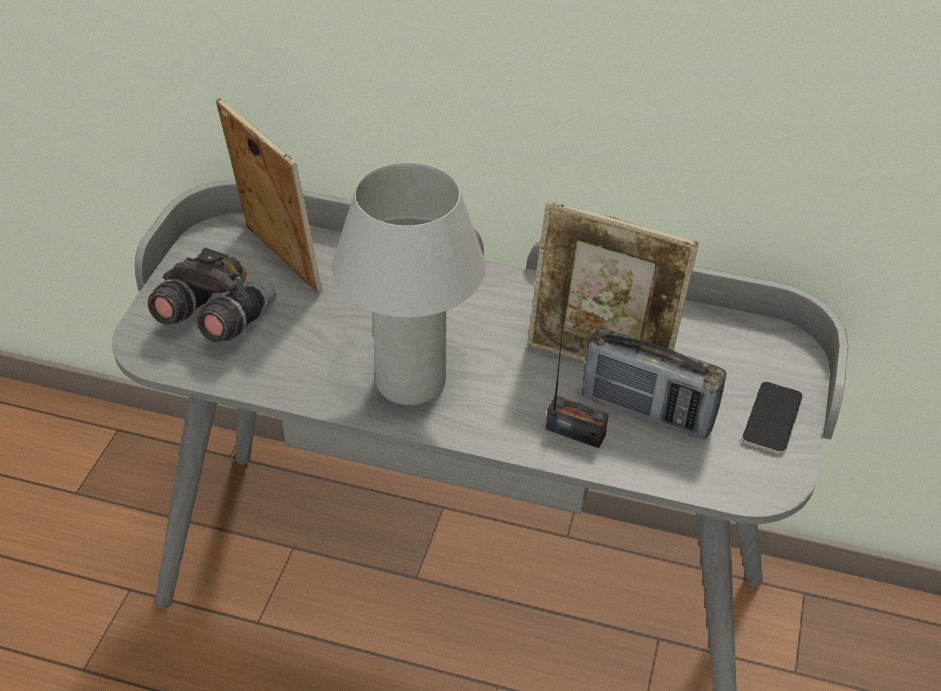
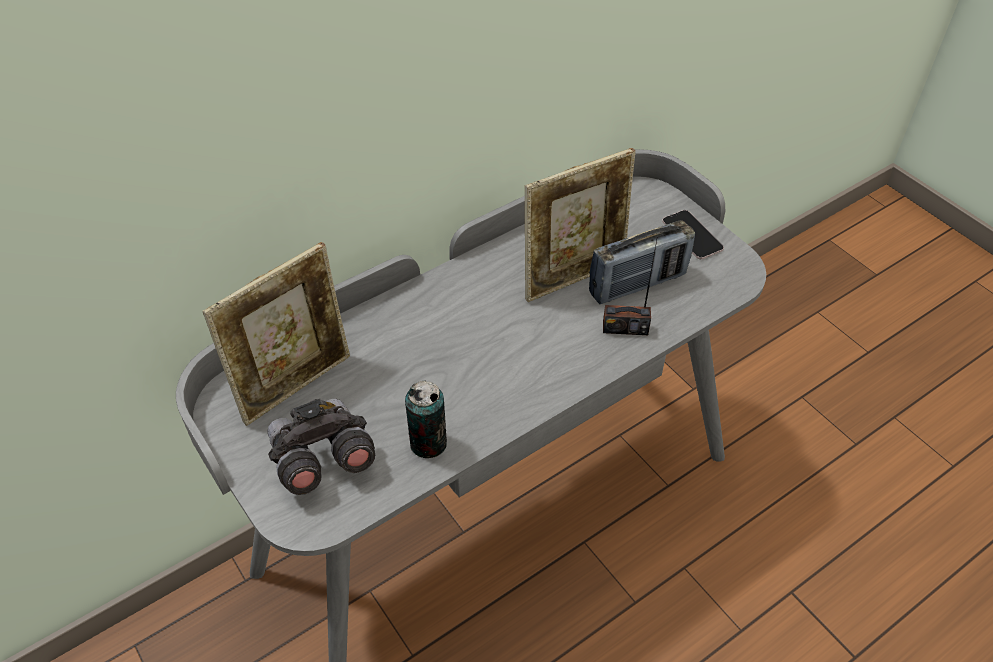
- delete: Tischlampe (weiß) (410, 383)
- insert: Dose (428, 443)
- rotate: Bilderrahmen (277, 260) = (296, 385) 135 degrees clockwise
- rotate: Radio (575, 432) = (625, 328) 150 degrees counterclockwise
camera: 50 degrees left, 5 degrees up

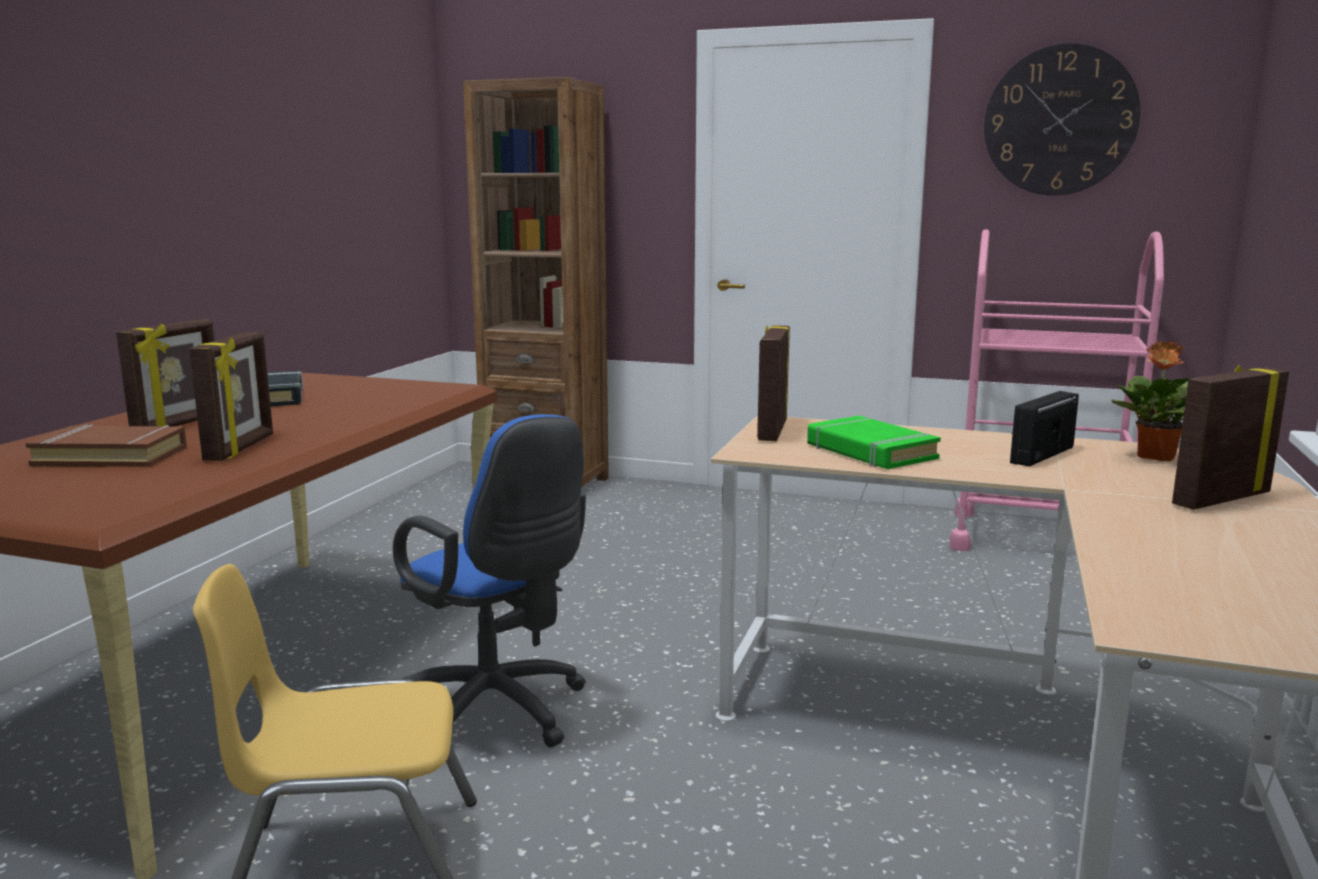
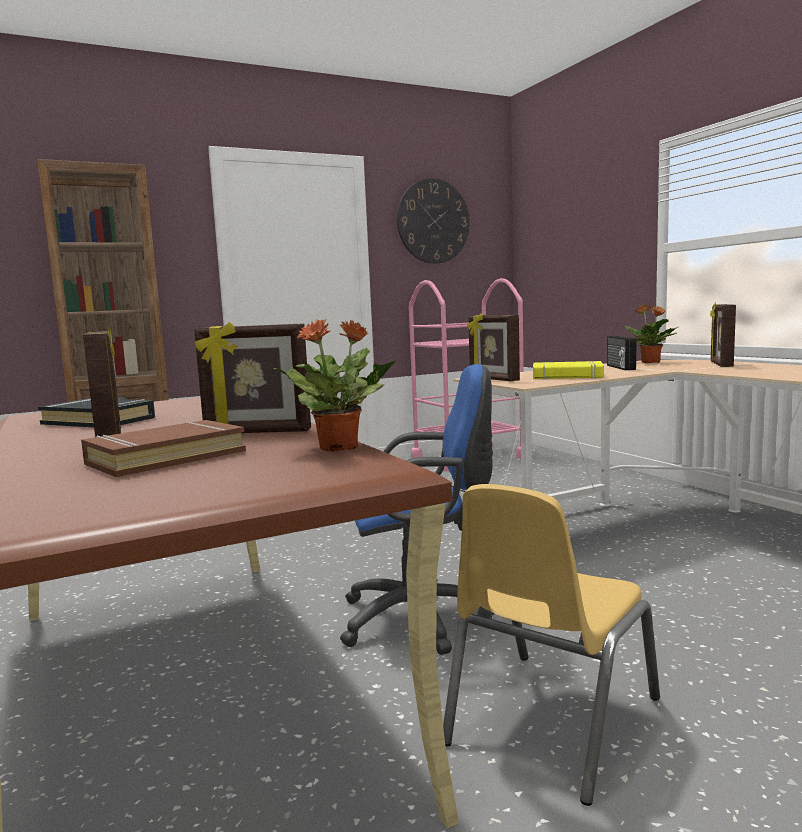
- insert: Topfpflanze (340, 447)
- recolor: Buch (grün) (870, 452) to Buch (gelb) (567, 376)
- rotate: Bilderrahmen (241, 448) = (257, 433) 135 degrees clockwise
camera: 45 degrees left, 5 degrees down

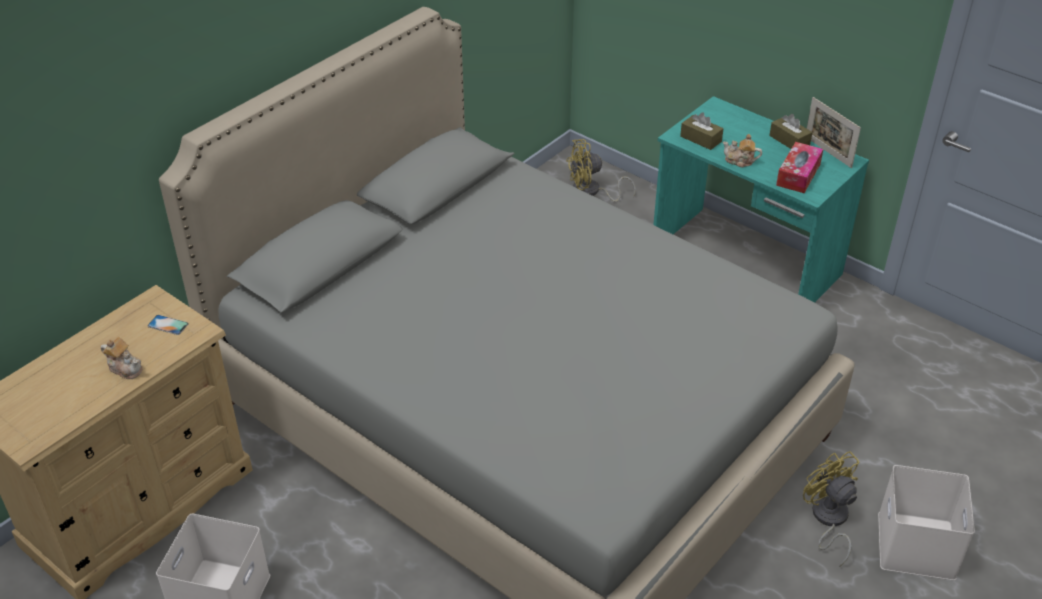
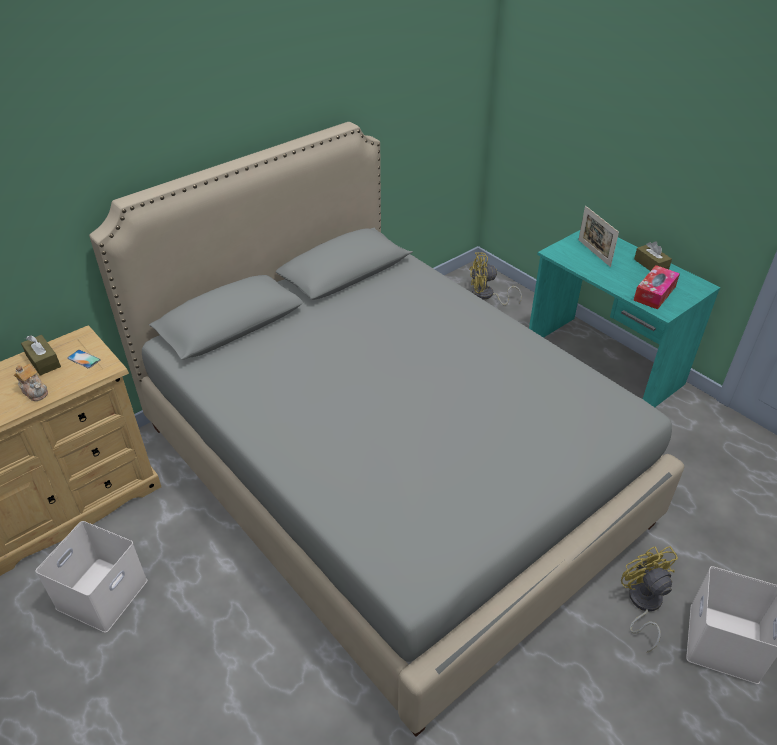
- delete: Teekanne (740, 161)
- move: Taschentuchbox (braun) (700, 139) to (43, 361)
- move: Bilderrahmen (828, 152) to (594, 253)
camera: 10 degrees right, 0 degrees up

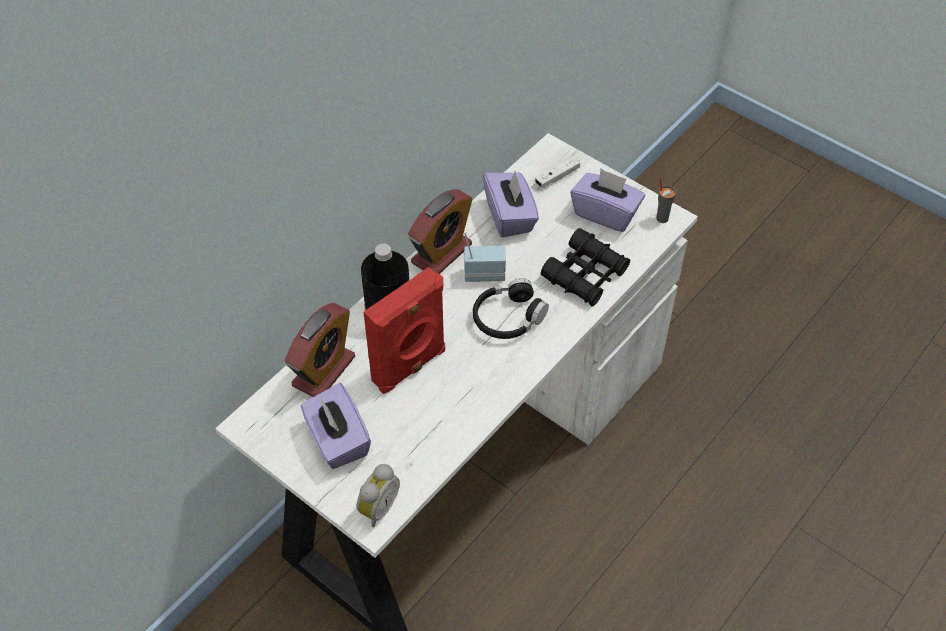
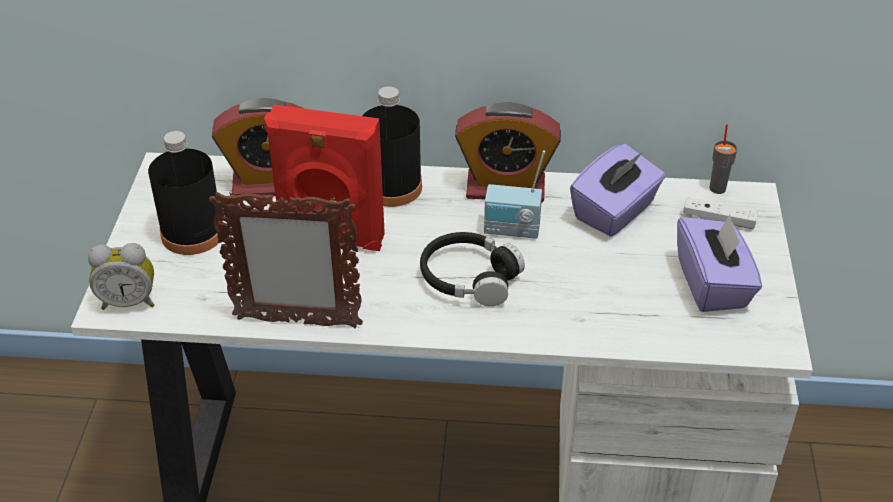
- delete: Fernglas (schwarz) (585, 274)
- insert: Bilderrahmen (296, 322)
- move: Tasse (grau) (662, 218) to (717, 188)
- replace: Taschentuchbox (lila) (337, 440) to Flasche (schwarz) (192, 233)
- rotate: Radio (484, 274) = (512, 231) 135 degrees clockwise
camera: 55 degrees right, 10 degrees down

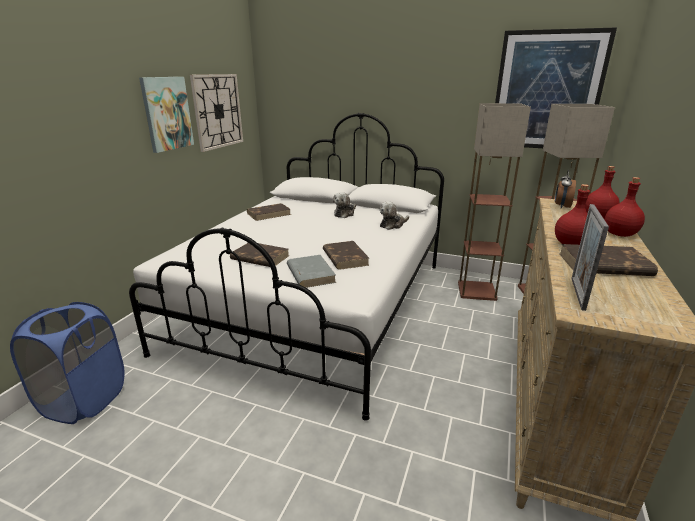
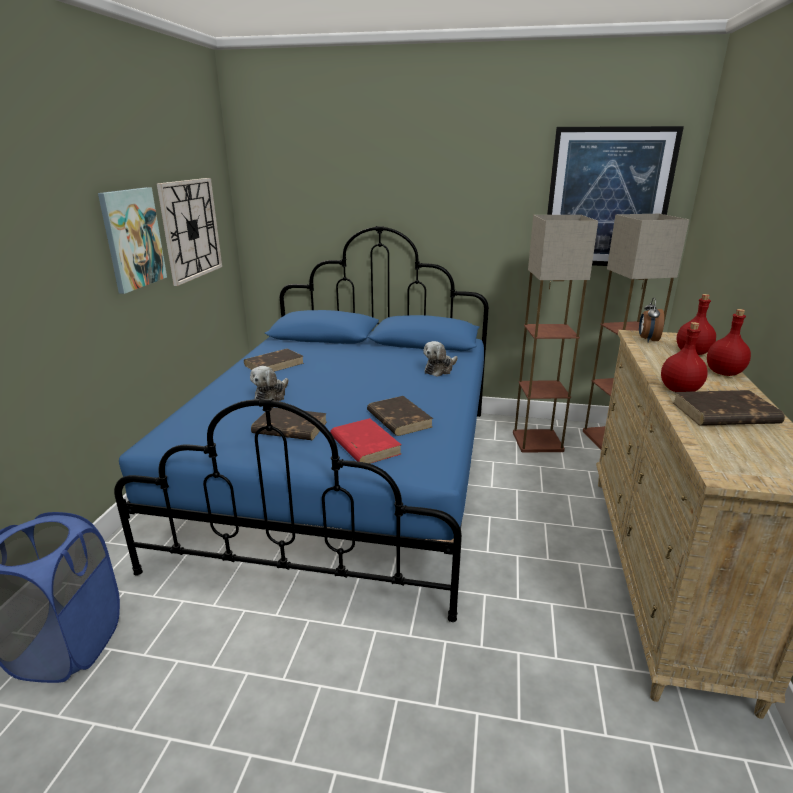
- delete: Bilderrahmen (578, 293)
- move: Plüschtier (345, 213) to (271, 396)
- recolor: Bett (weiß) (317, 304) to Bett (blau) (348, 477)
- recolor: Buch (grau) (310, 274) to Buch (rot) (364, 445)
camera: 10 degrees left, 0 degrees up

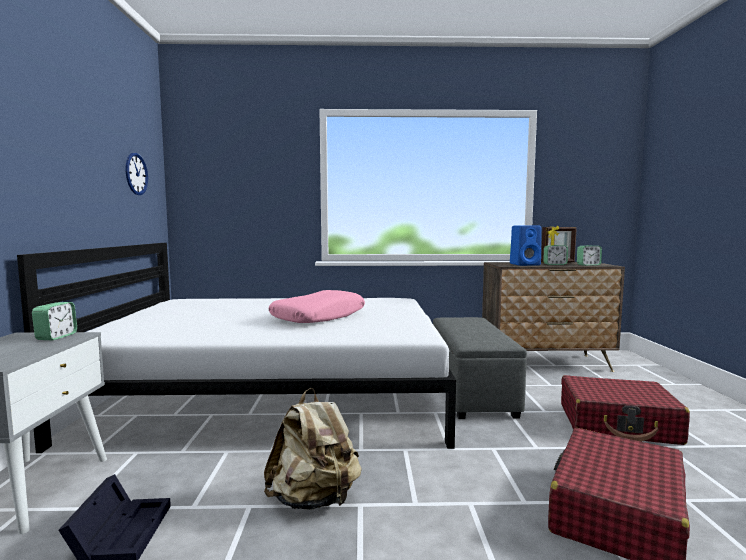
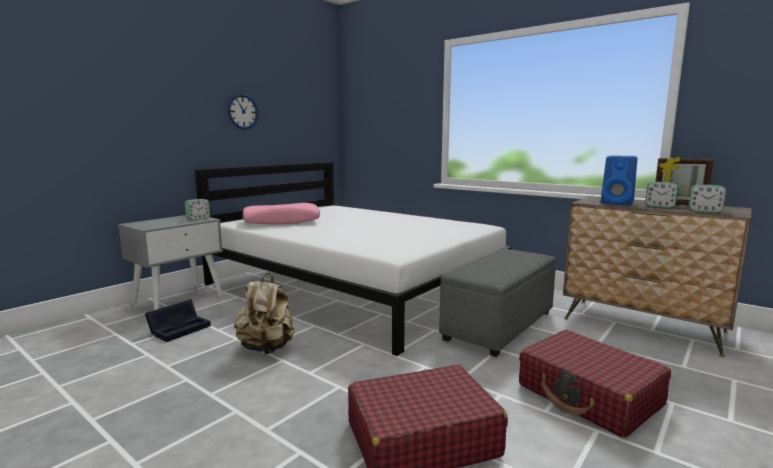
- move: Wanduhr (136, 174) to (243, 111)
- move: Kissen (rosa) (319, 317) to (282, 222)
camera: 40 degrees right, 5 degrees up

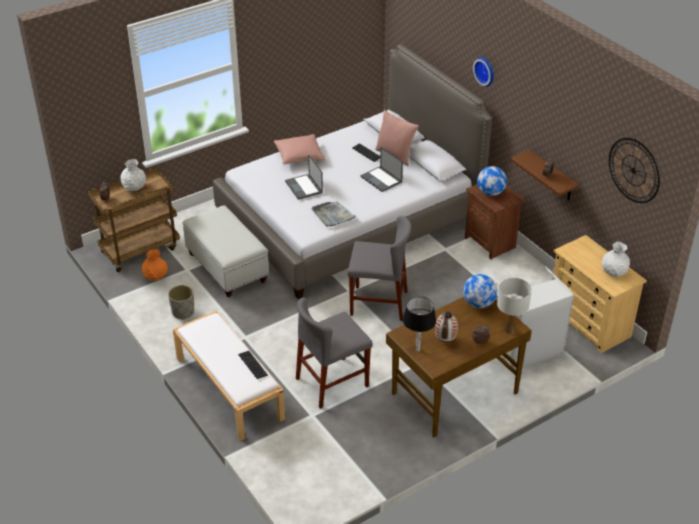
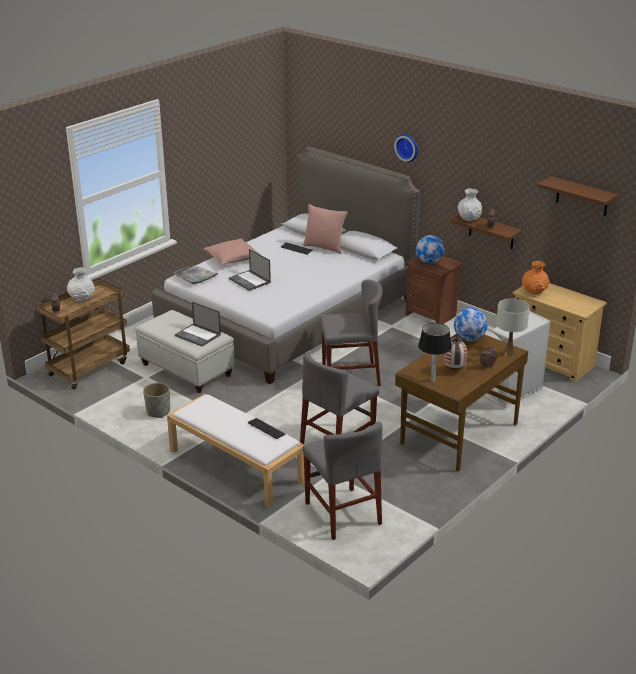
- insert: Stuhl (grau) (342, 513)
- move: Vase (orange) (155, 276) to (534, 291)
- move: Tablett (grau) (333, 215) to (195, 276)
- move: Laptop (381, 179) to (198, 335)
- move: Vase (weiß) (614, 272) to (469, 219)
- replace: Wanduhr (634, 170) to Wandregal (braun) (582, 197)
camera: 15 degrees left, 10 degrees down

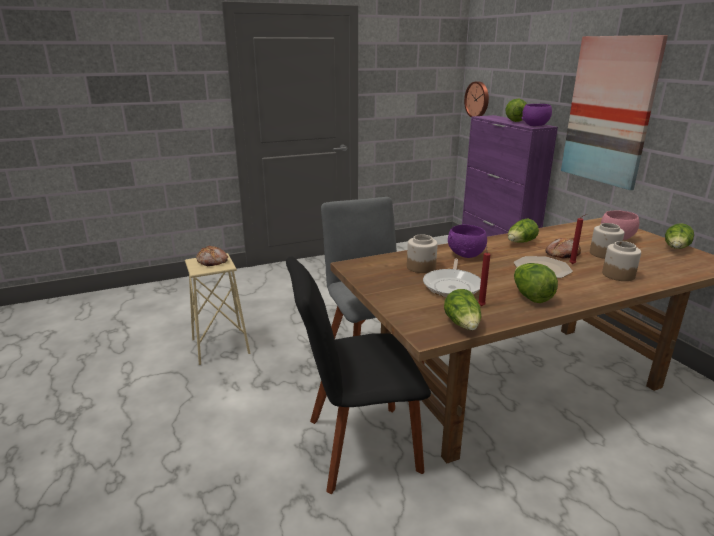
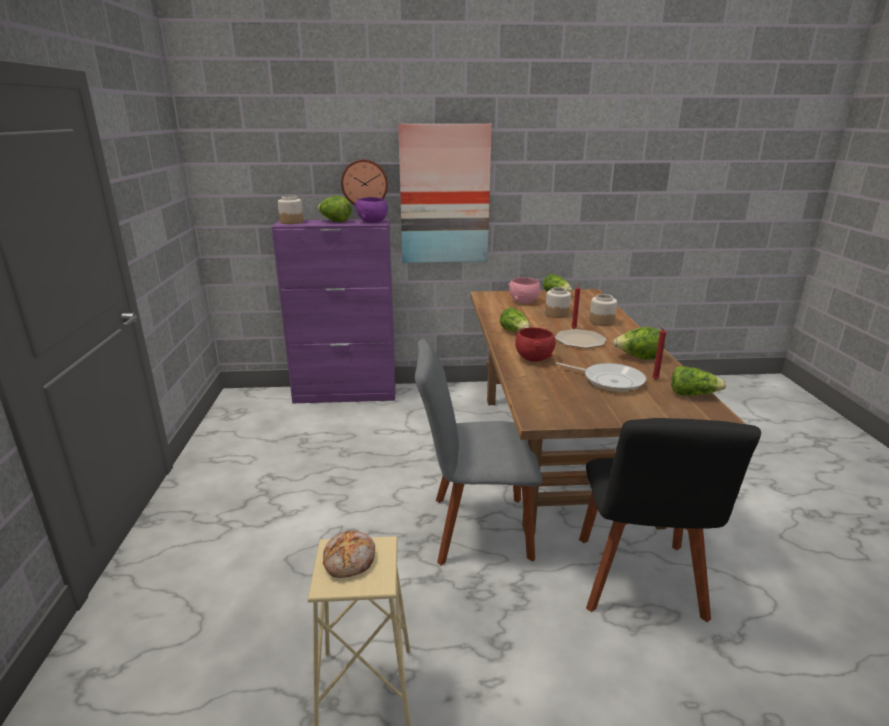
- delete: Brot (562, 254)
- move: Vorratsglas (421, 267) to (292, 222)
- move: Wanduhr (477, 99) to (364, 183)
- recolor: Schüssel (lila) (466, 255) to Schüssel (rot) (534, 358)
camera: 70 degrees left, 0 degrees up

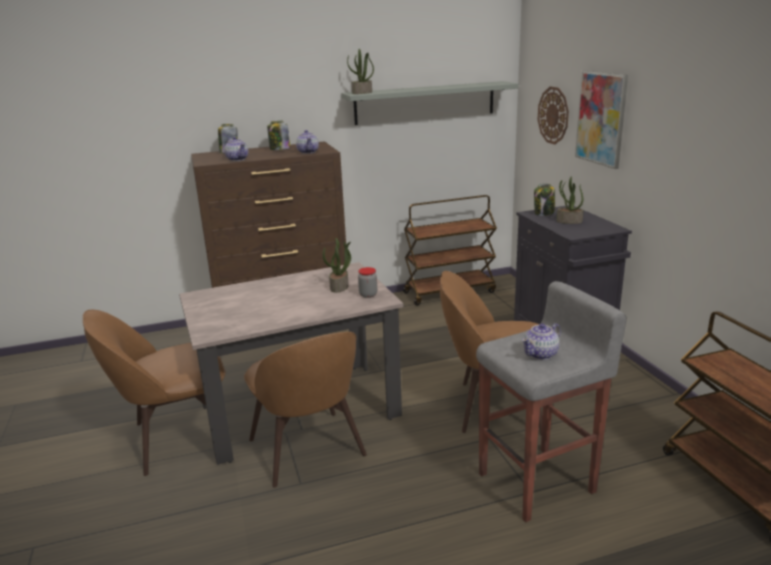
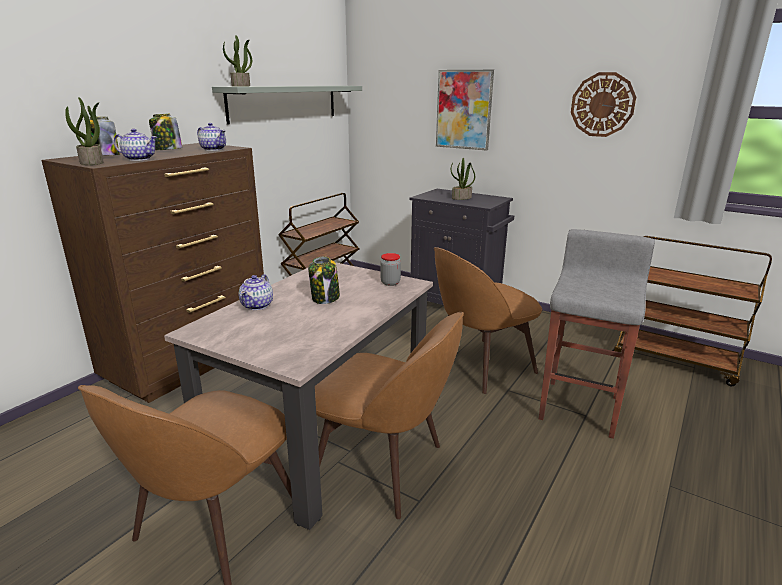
- move: Topfpflanze (339, 287) to (92, 163)
- move: Teekanne (541, 354) to (257, 305)
- move: Vorratsglas (544, 213) to (325, 298)
- move: Wanduhr (553, 115) to (602, 105)
camera: 40 degrees left, 0 degrees up

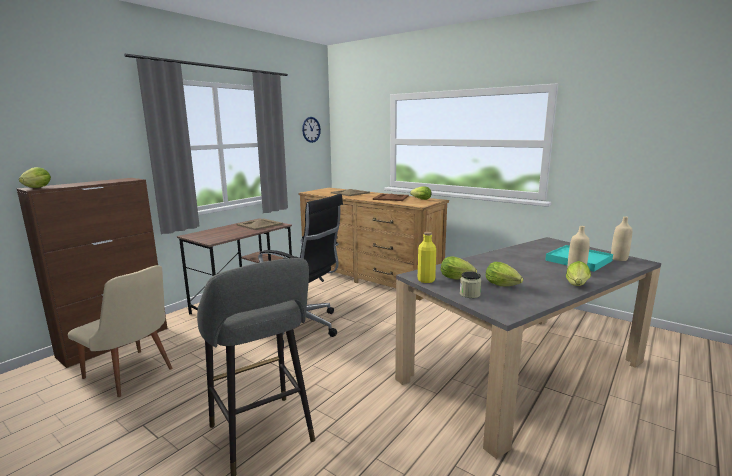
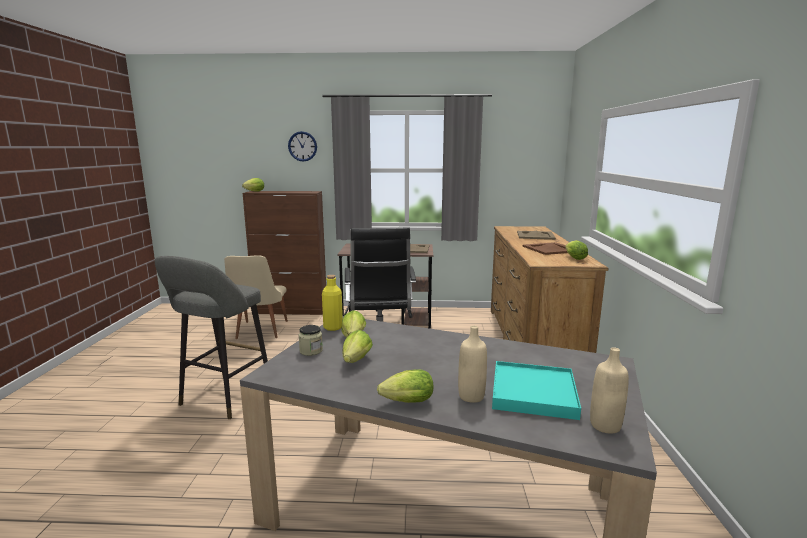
- move: Wanduhr (311, 129) to (302, 146)
camera: 55 degrees right, 0 degrees up

